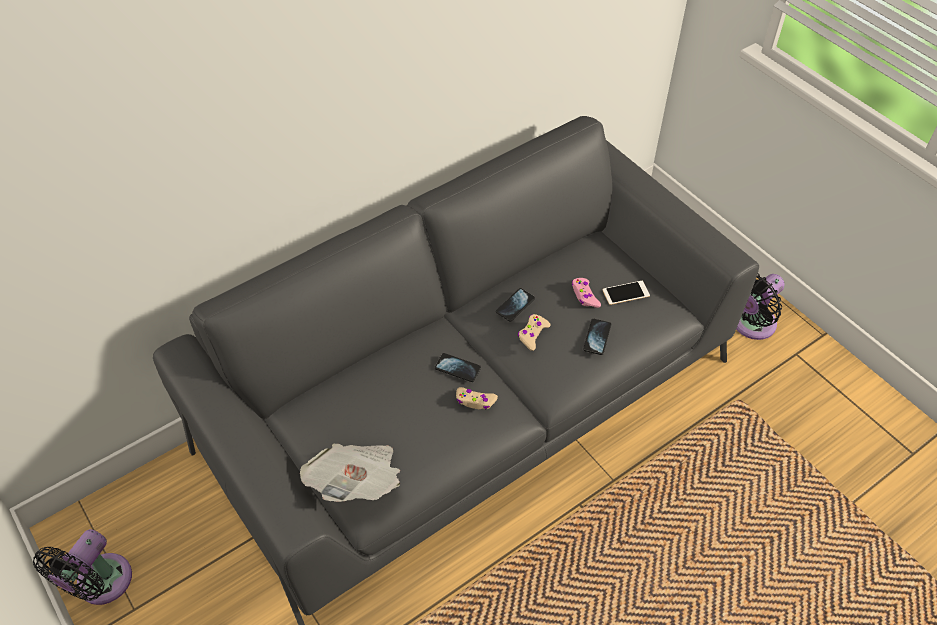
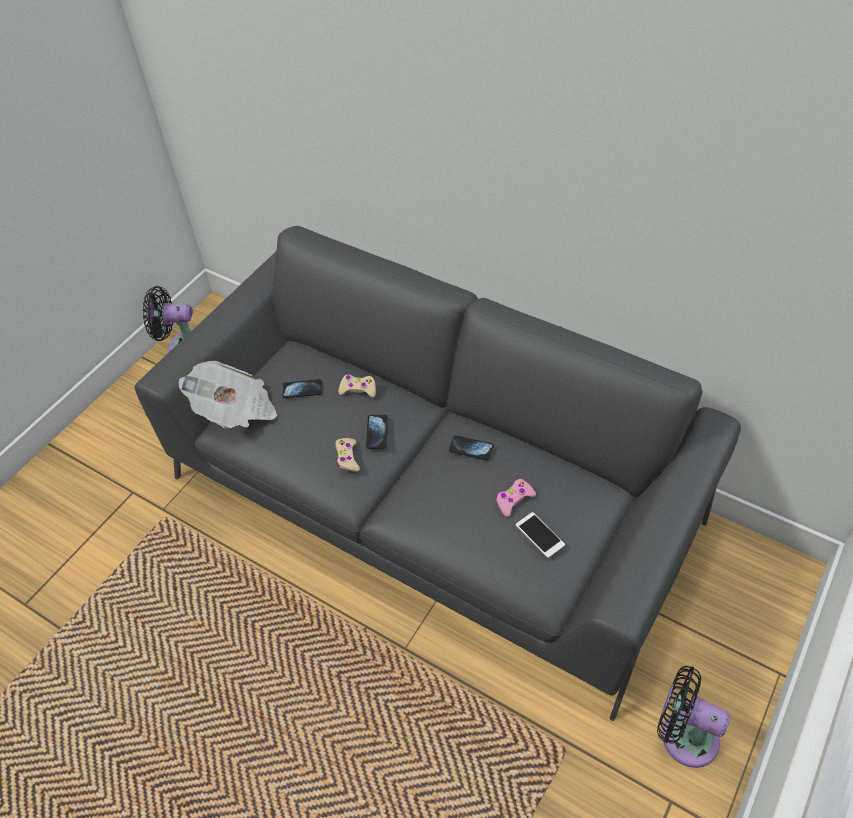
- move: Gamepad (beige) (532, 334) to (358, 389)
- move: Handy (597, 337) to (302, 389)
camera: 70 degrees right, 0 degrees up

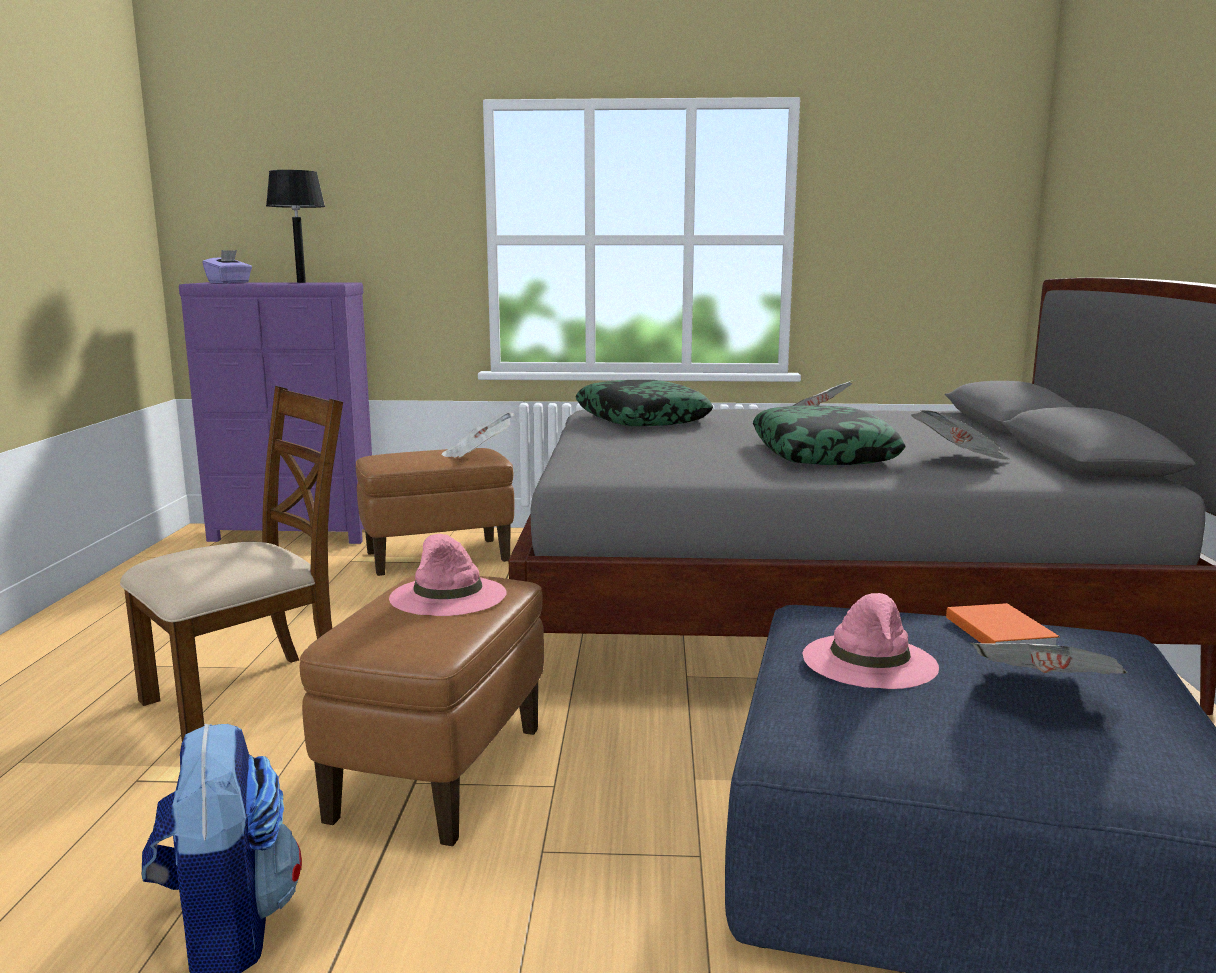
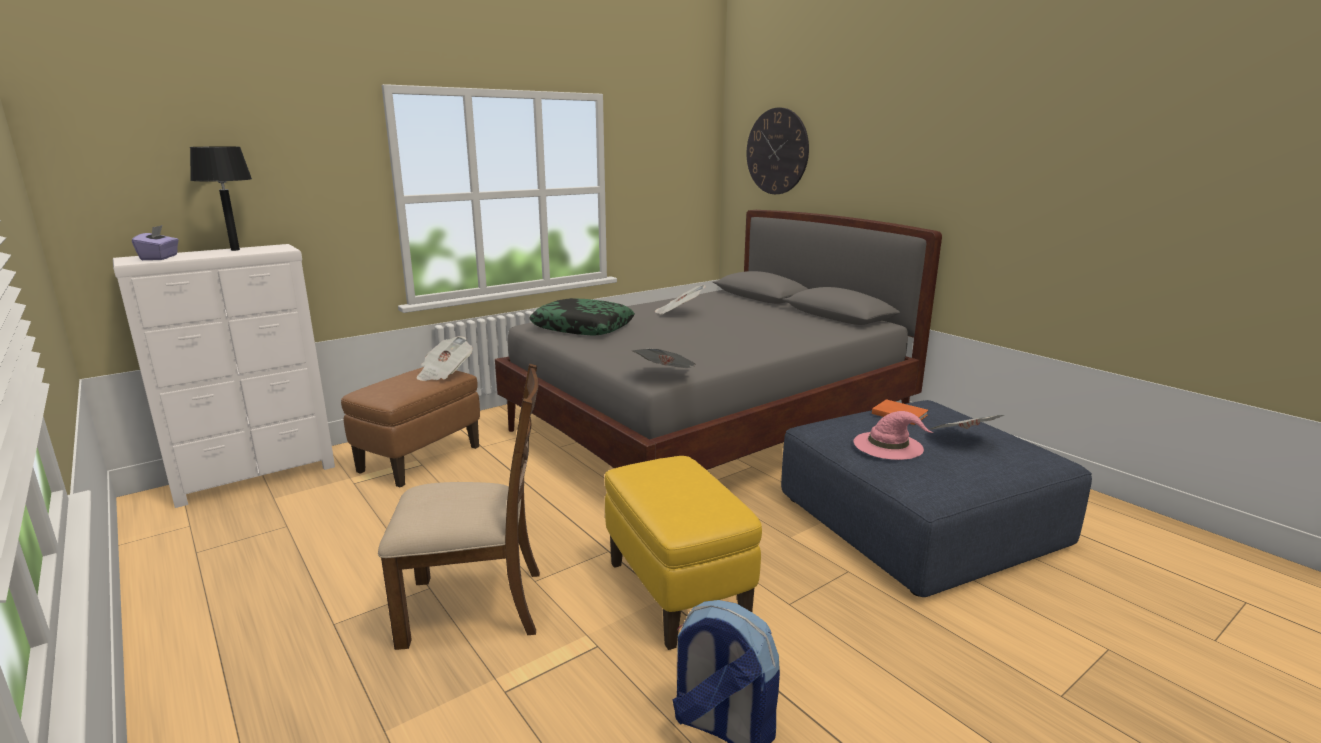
- delete: Hut (rosa) (448, 596)
- delete: Kissen (823, 453)
- insert: Wanduhr (777, 151)
- move: Zeitung (960, 461) to (666, 376)
- recolor: Kommode (lila) (293, 535) to Kommode (weiß) (256, 477)
- recolor: Polsterhocker (braun) (438, 774) to Polsterhocker (gelb) (677, 593)
- rotate: Stuhl (braun) (249, 698) = (475, 606) 75 degrees clockwise
camera: 40 degrees left, 5 degrees up

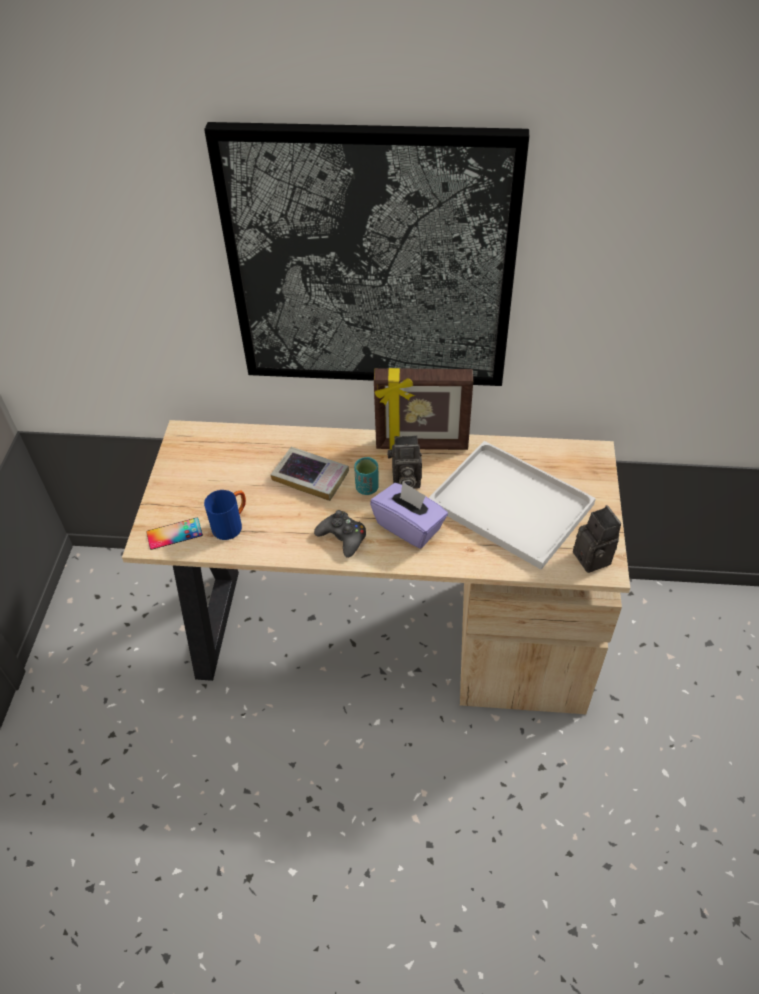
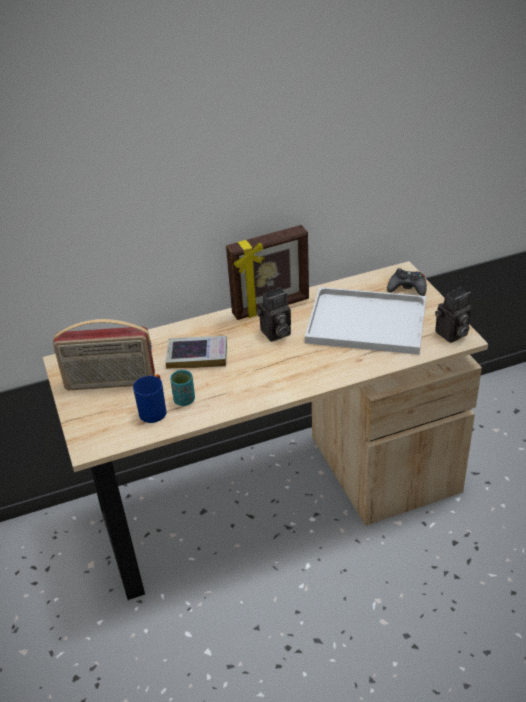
- delete: Handy (174, 534)
- delete: Bild (371, 263)
- delete: Taschentuchbox (lila) (409, 526)
- insert: Radio (110, 383)
- move: Gamepad (schwarz) (343, 537) to (407, 288)
- move: Tasse (türkis) (367, 488) to (184, 400)
- rotate: Kamera (595, 559) = (451, 334) 105 degrees clockwise
camera: 25 degrees left, 10 degrees down

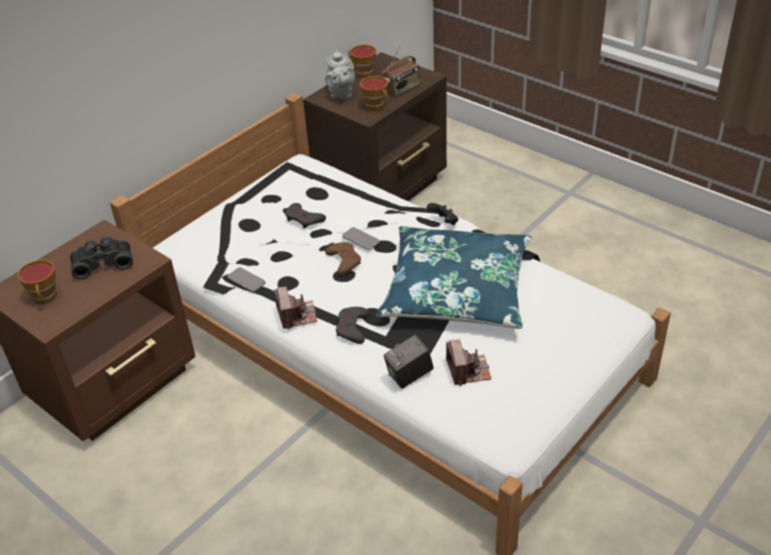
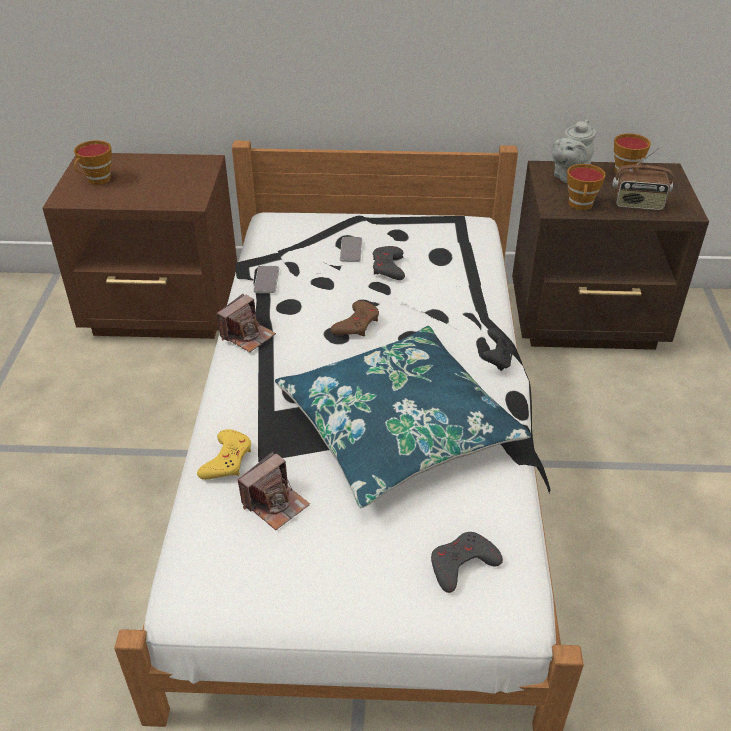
- delete: Fernglas (schwarz) (103, 262)
- move: Gamepad (grau) (352, 328) to (462, 564)
- move: Handy (360, 239) to (351, 250)
- replace: Kamera (409, 376) to Gamepad (gelb) (227, 460)
camera: 50 degrees right, 0 degrees up

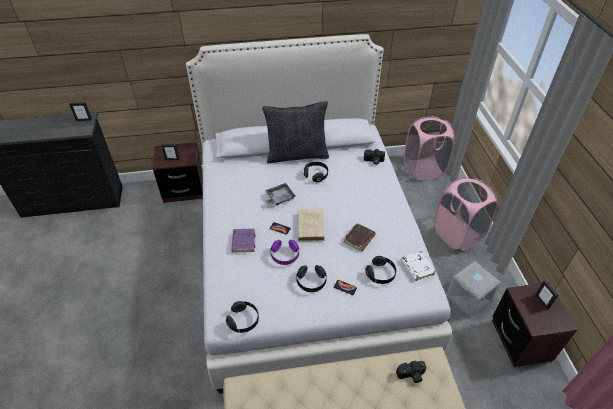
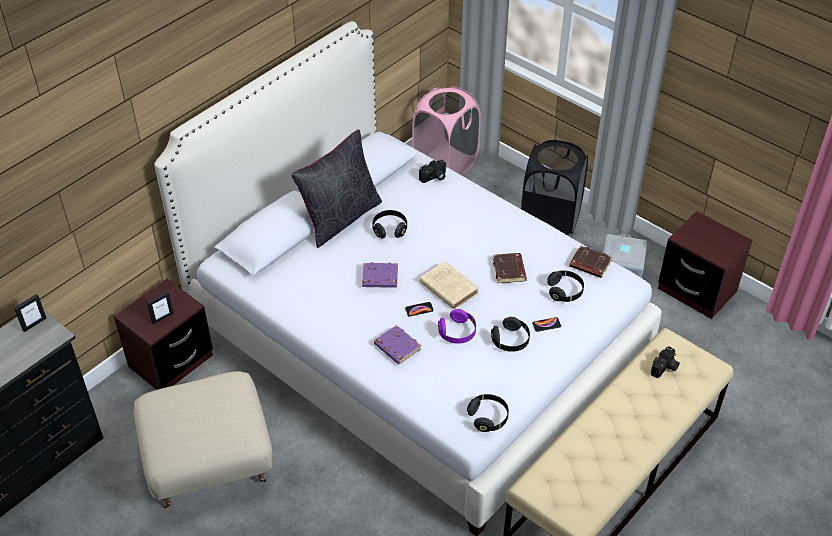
- delete: Bilderrahmen (542, 301)
- insert: Polsterhocker (beige) (208, 463)
- replace: Tablett (grau) (279, 198) to Buch (lila) (379, 278)
- recolor: Buch (weiß) (416, 267) to Buch (braun) (589, 264)
- recolor: Wäschekorb (rosa) (457, 235) to Wäschekorb (schwarz) (550, 220)
camera: 40 degrees left, 0 degrees up

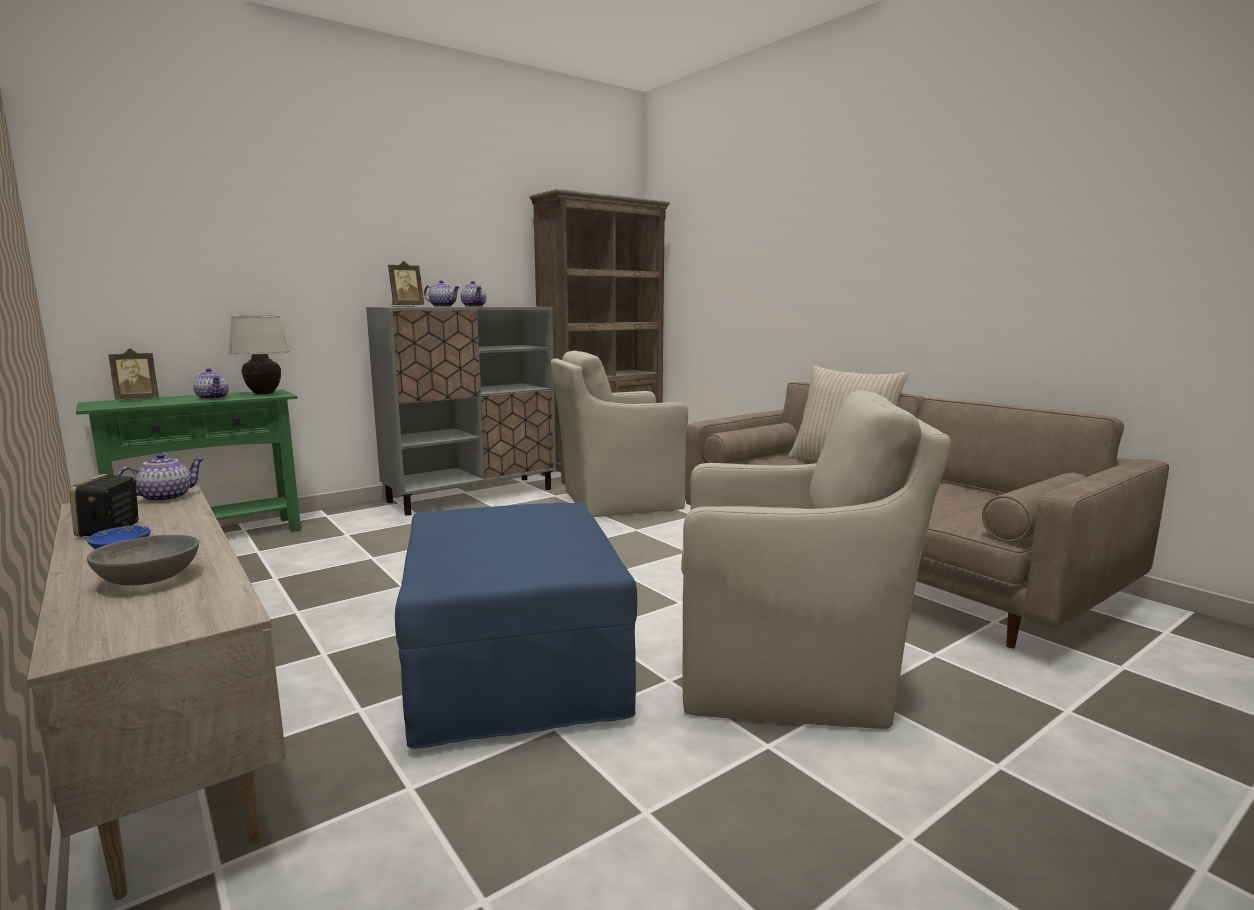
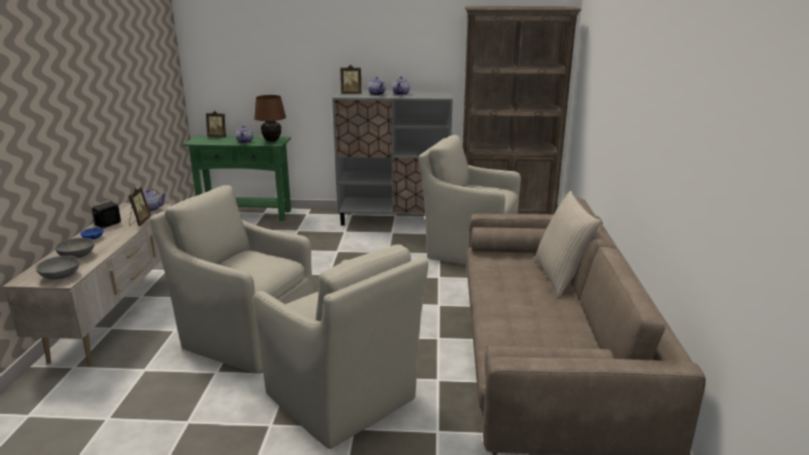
- insert: Schüssel (grau) (60, 276)
- insert: Bilderrahmen (139, 222)
- replace: Polsterhocker (blau) (512, 667) to Sessel (beige) (246, 336)
- recolor: Tischlampe (weiß) (263, 394) to Tischlampe (braun) (271, 141)
camera: 40 degrees right, 10 degrees up

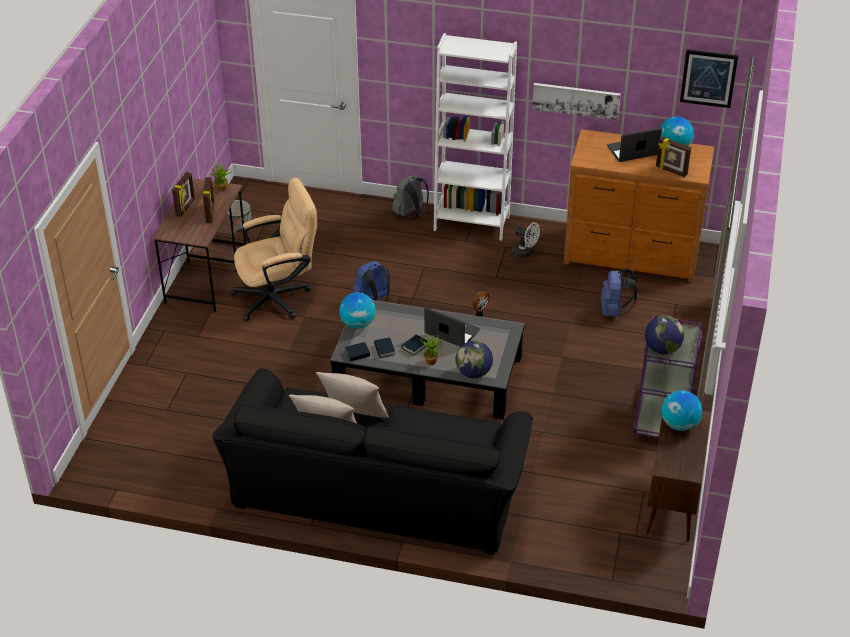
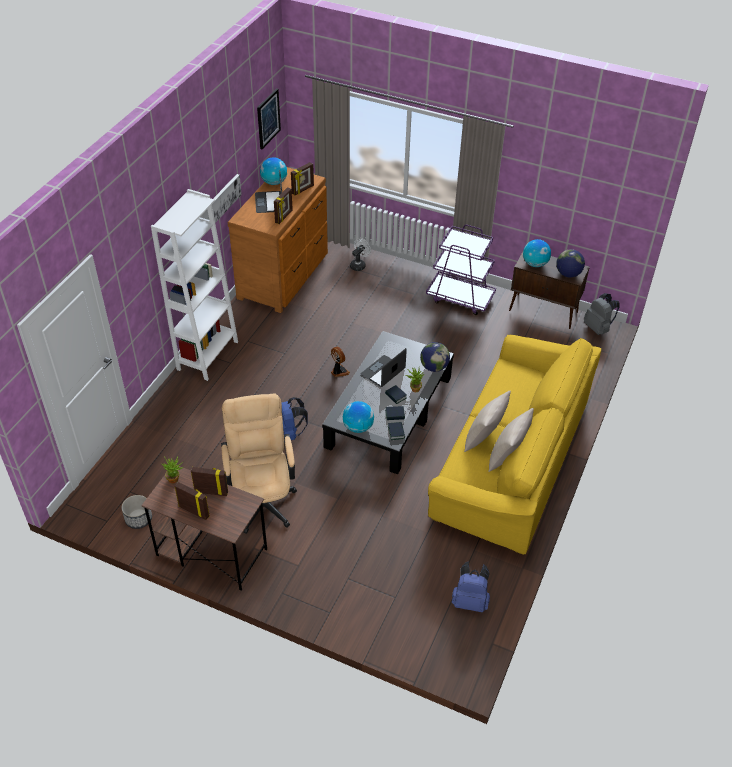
- insert: Bilderrahmen (284, 217)
- move: Rucksack (grau) (411, 214) to (598, 328)
- move: Ventilator (weiß) (525, 253) to (359, 265)
- move: Rucksack (blau) (614, 311) to (470, 601)
- move: Globus (662, 349) to (568, 274)
- recolor: Sofa (schwarz) (378, 486) to Sofa (gelb) (511, 460)
camera: 80 degrees left, 5 degrees up

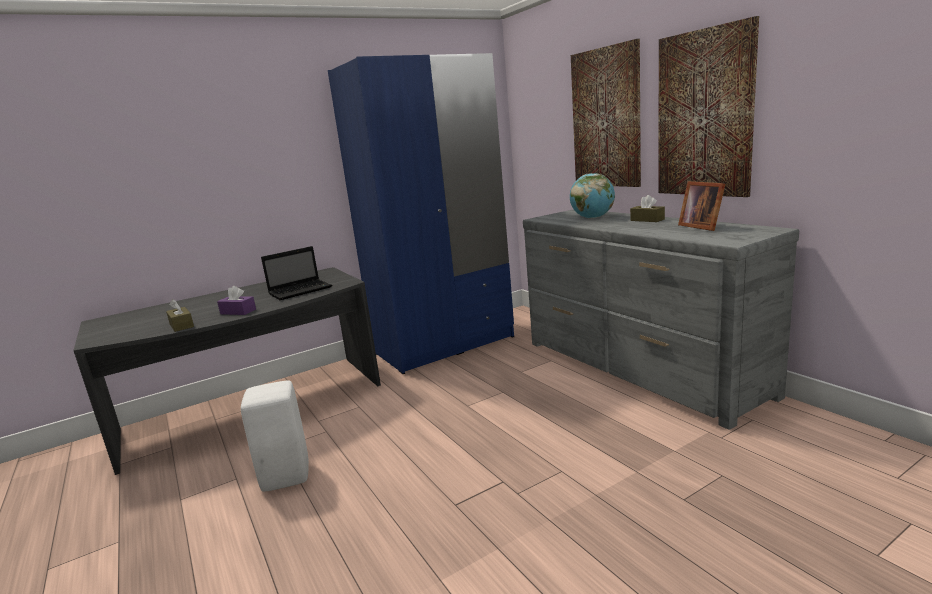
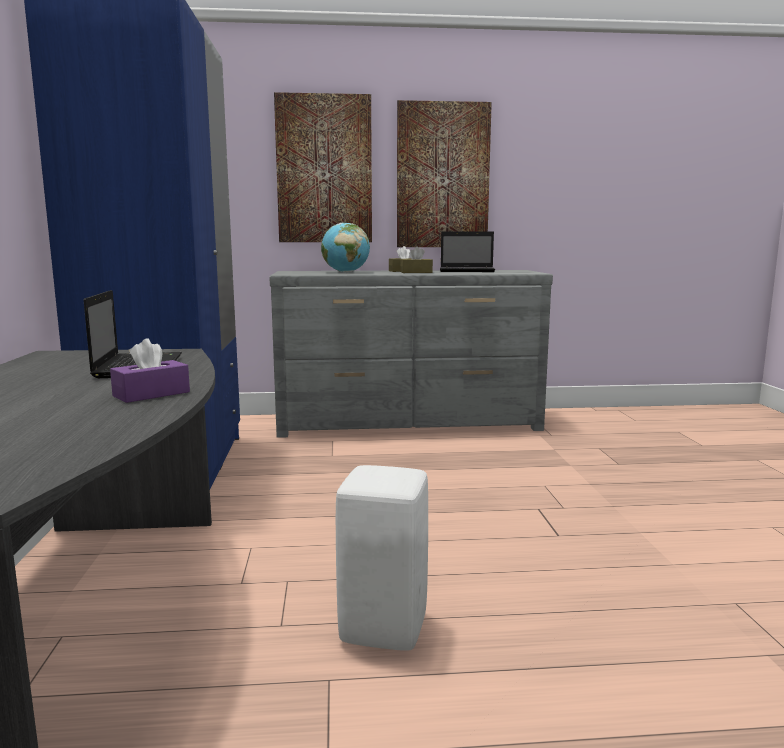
- move: Taschentuchbox (braun) (181, 325) to (416, 272)
- replace: Bilderrahmen (701, 226) to Laptop (468, 271)
camera: 65 degrees left, 5 degrees down

